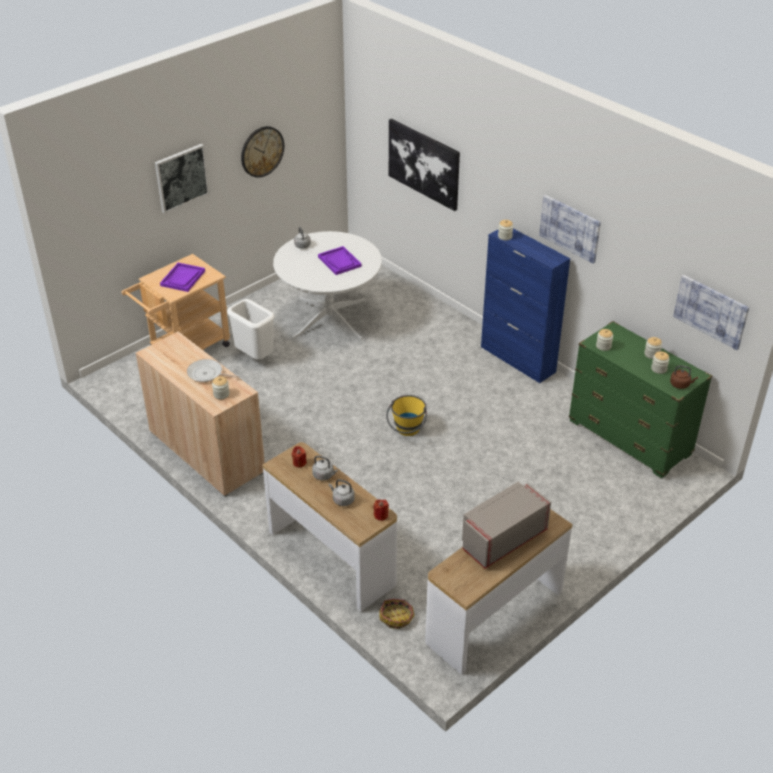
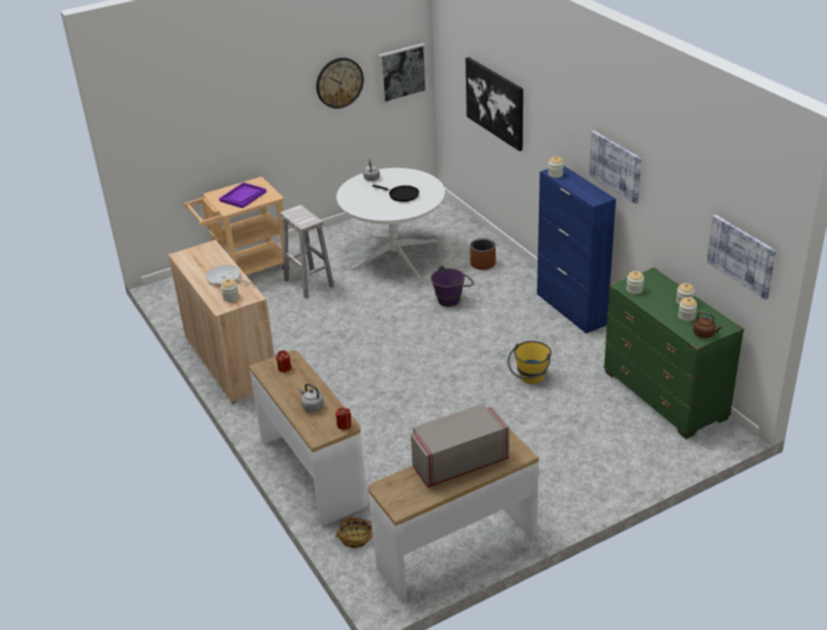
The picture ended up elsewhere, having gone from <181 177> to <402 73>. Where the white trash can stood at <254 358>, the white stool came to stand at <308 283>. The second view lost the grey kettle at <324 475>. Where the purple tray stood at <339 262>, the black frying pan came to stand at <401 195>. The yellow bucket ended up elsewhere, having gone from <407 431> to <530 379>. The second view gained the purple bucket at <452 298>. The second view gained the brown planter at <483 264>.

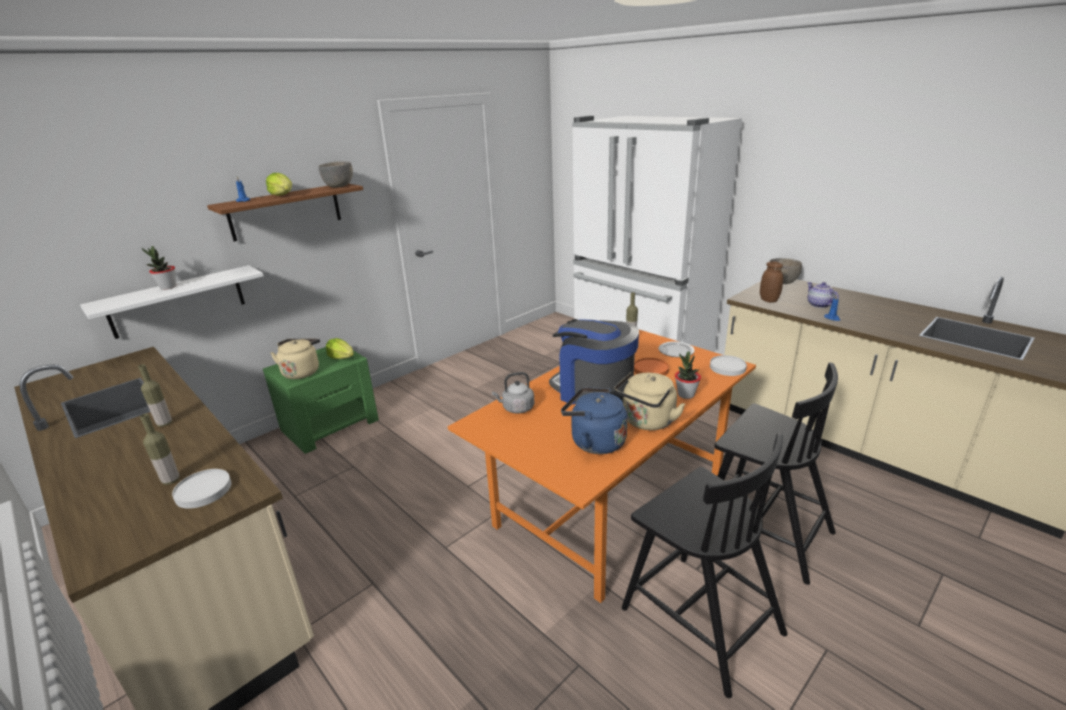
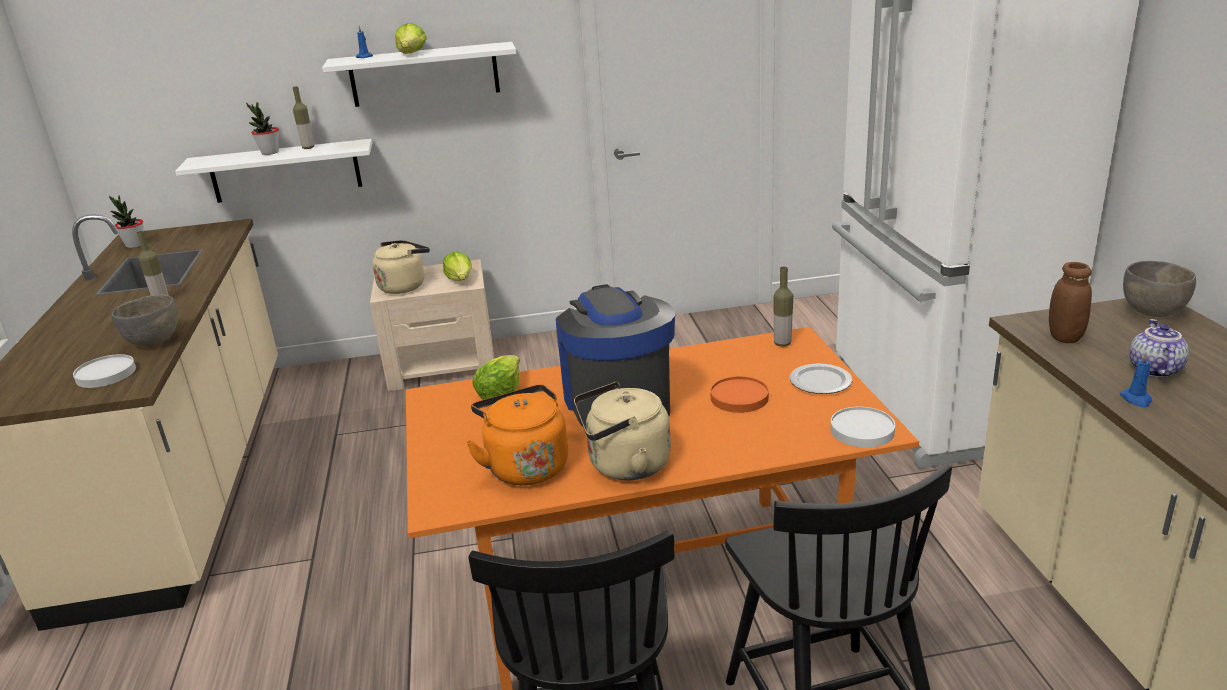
The bottle ended up elsewhere, having gone from <171 480> to <308 148>. What was the brown shelf at <286 211> turned into the white shelf at <424 74>. What was the green nightstand at <330 424> turned into the beige nightstand at <443 365>. The grey bowl ended up elsewhere, having gone from <339 186> to <154 341>. Where the grey kettle stood at <516 408>, the lettuce came to stand at <500 393>. What was the blue kettle at <594 442> turned into the orange kettle at <525 466>. The potted plant ended up elsewhere, having gone from <686 395> to <135 245>.

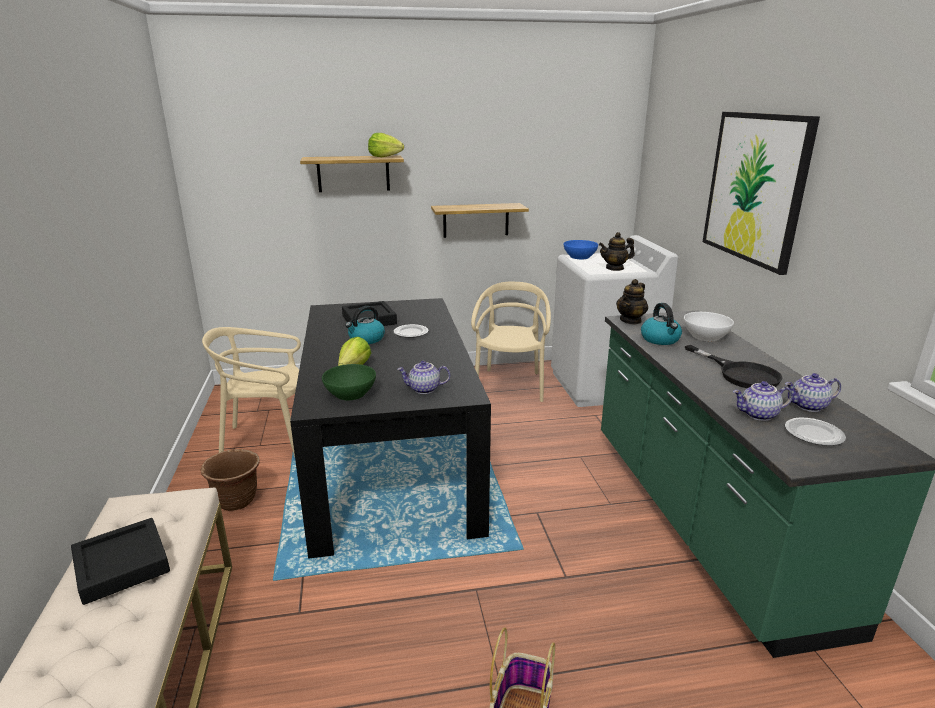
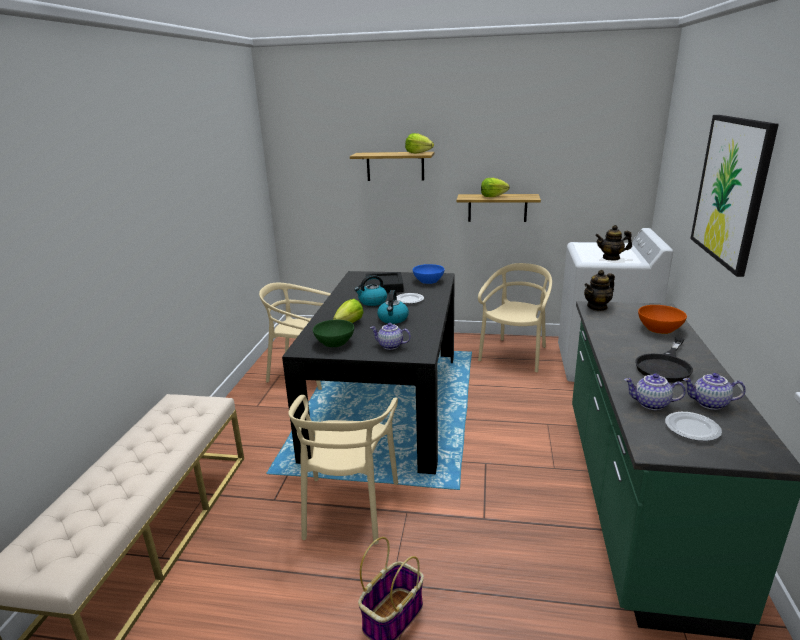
The second view lost the black tray at <122 565>. The second view lost the brown planter at <236 501>. The blue bowl ended up elsewhere, having gone from <580 257> to <428 280>. The kettle ended up elsewhere, having gone from <660 339> to <393 319>. What was the white bowl at <706 336> turned into the orange bowl at <659 328>. The black frying pan at <740 374> ended up facing another way, 45 degrees clockwise from before. The second view gained the beige chair at <348 507>. The second view gained the lettuce at <493 196>.

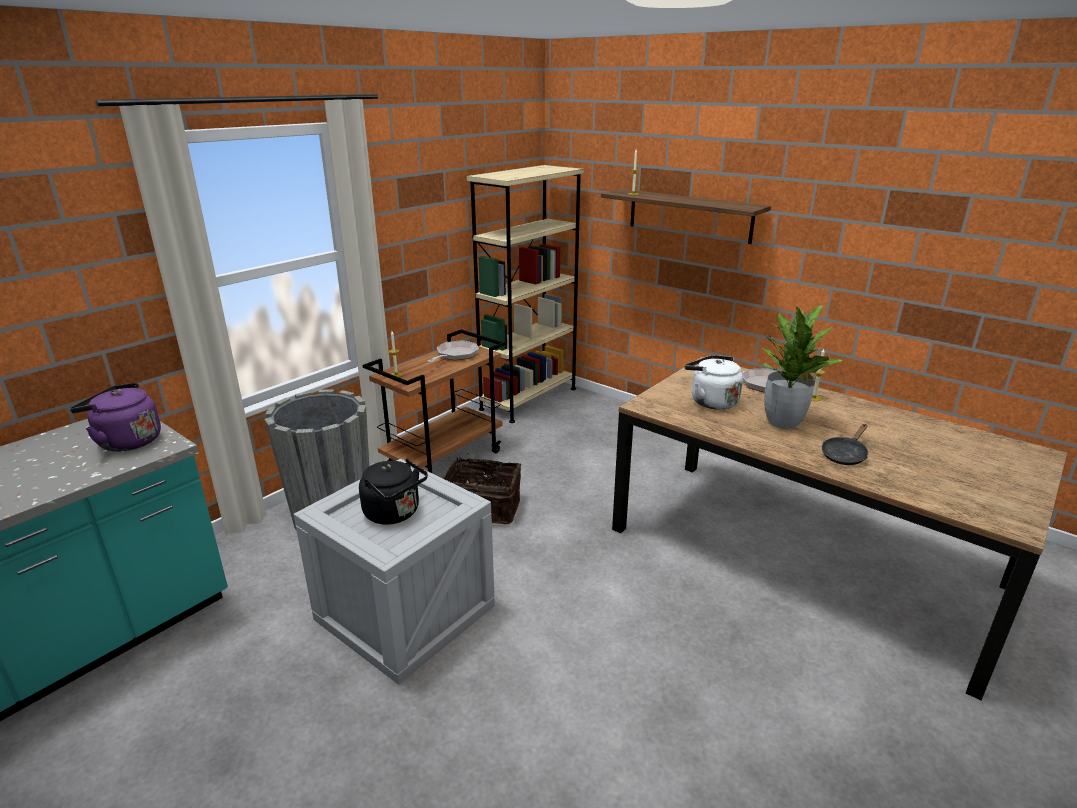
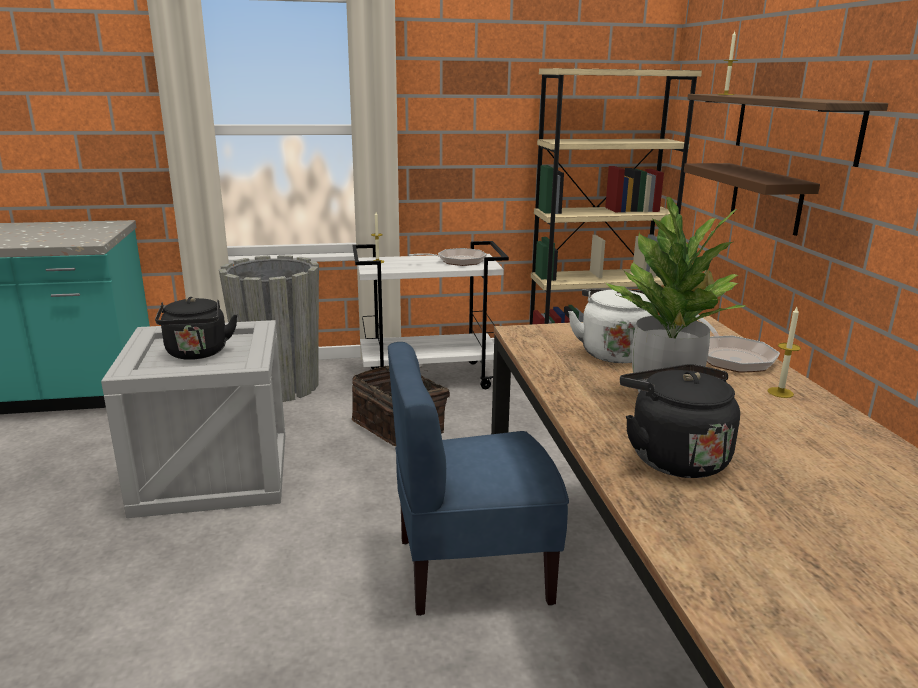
The second view lost the purple kettle at <126 441>. What was the brown cart at <444 460> turned into the white cart at <429 378>. Where the black frying pan stood at <845 455>, the black kettle came to stand at <673 457>. The second view gained the blue chair at <472 569>. The second view gained the brown shelf at <766 198>.

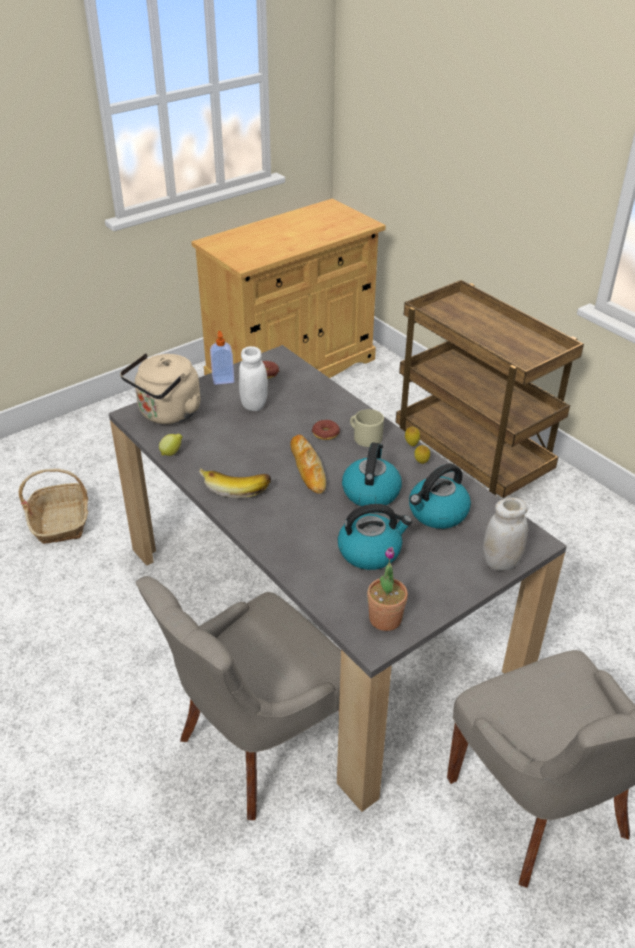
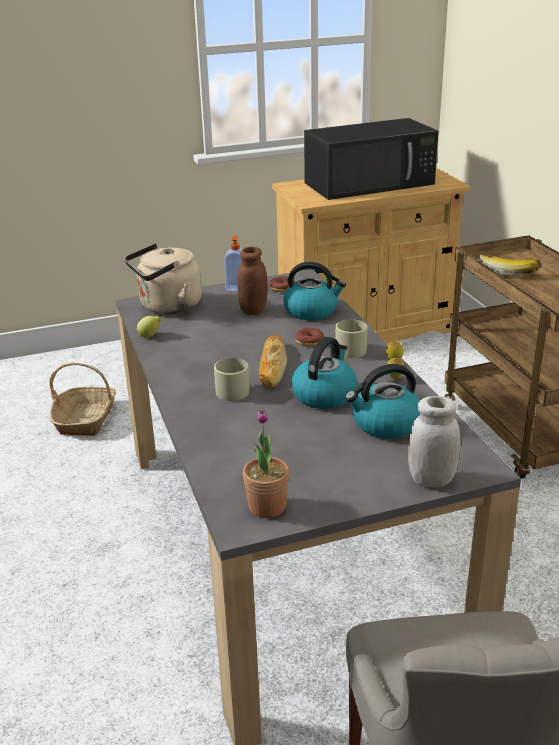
The second view lost the grey chair at <259 745>. The banana ended up elsewhere, having gone from <236 486> to <509 271>. What was the white jar at <254 405> turned into the brown jar at <253 310>. The kettle ended up elsewhere, having gone from <370 551> to <311 311>. The second view gained the beige mug at <235 390>. The second view gained the black microwave at <370 183>.

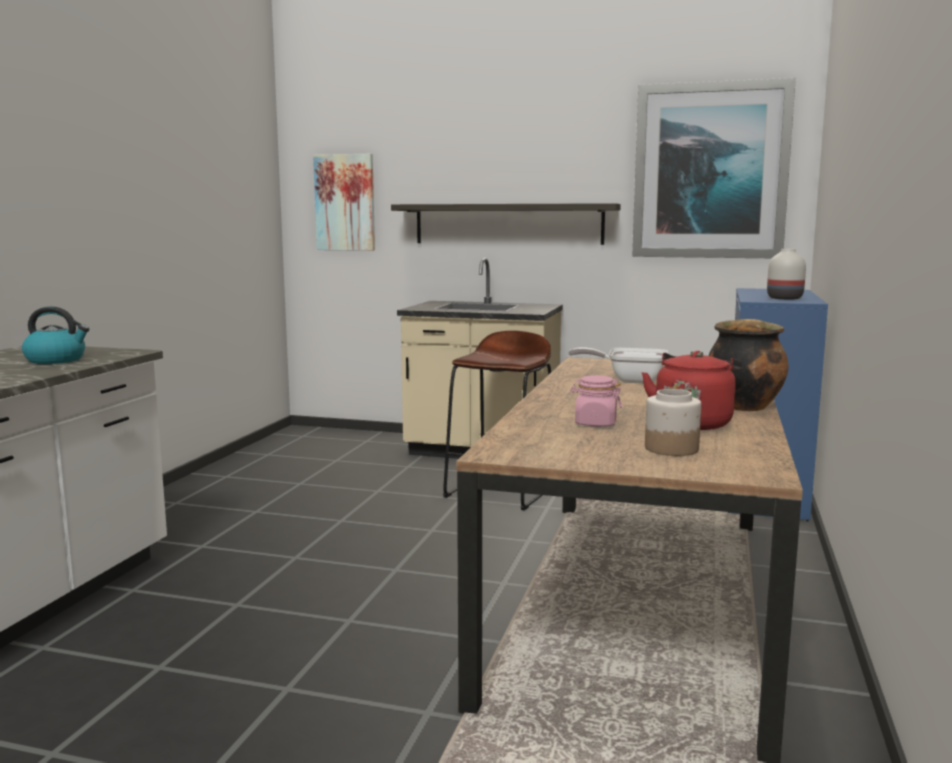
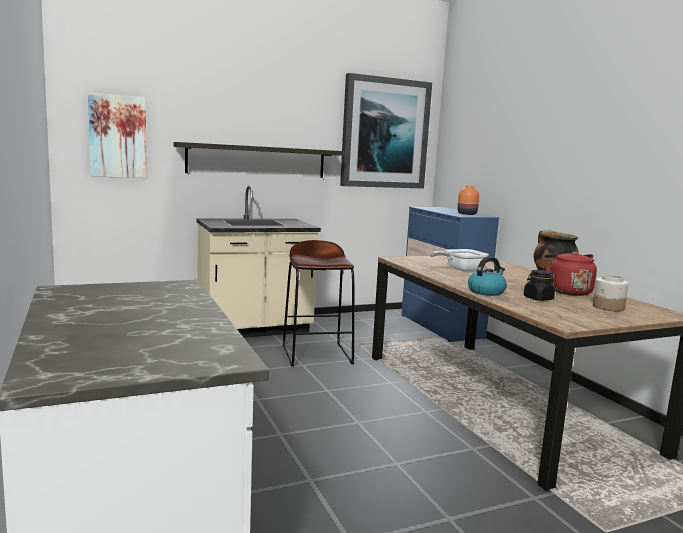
The kettle ended up elsewhere, having gone from <57 360> to <486 292>. What was the pink jar at <595 423> turned into the black jar at <538 298>. What was the white vase at <785 298> turned into the orange vase at <467 214>.

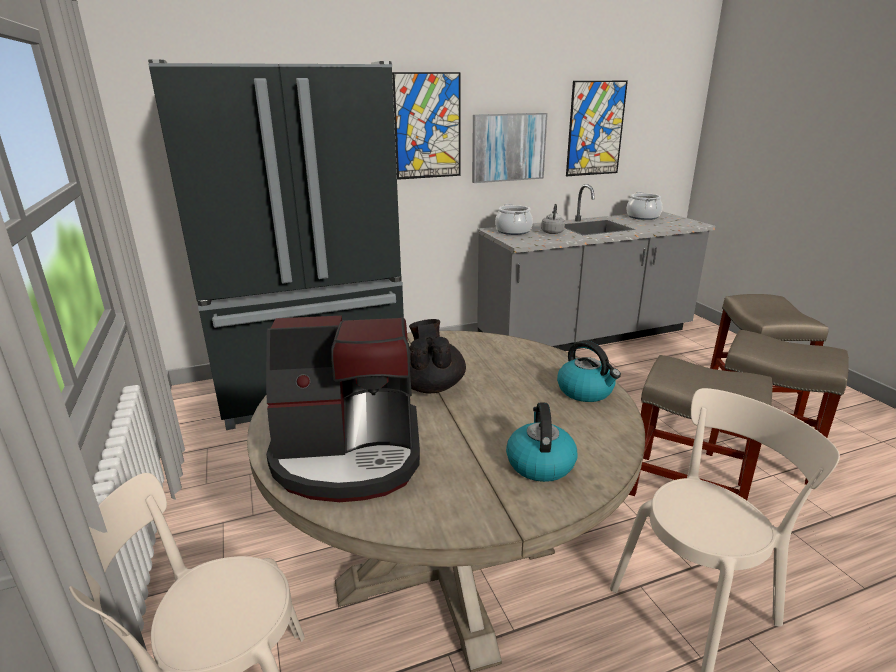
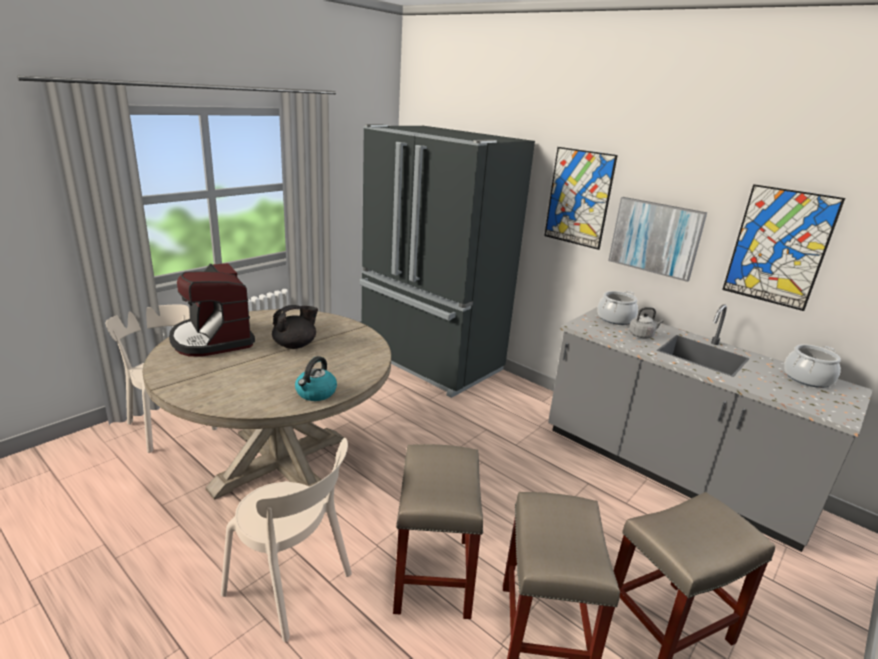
The second view lost the kettle at <539 463>.

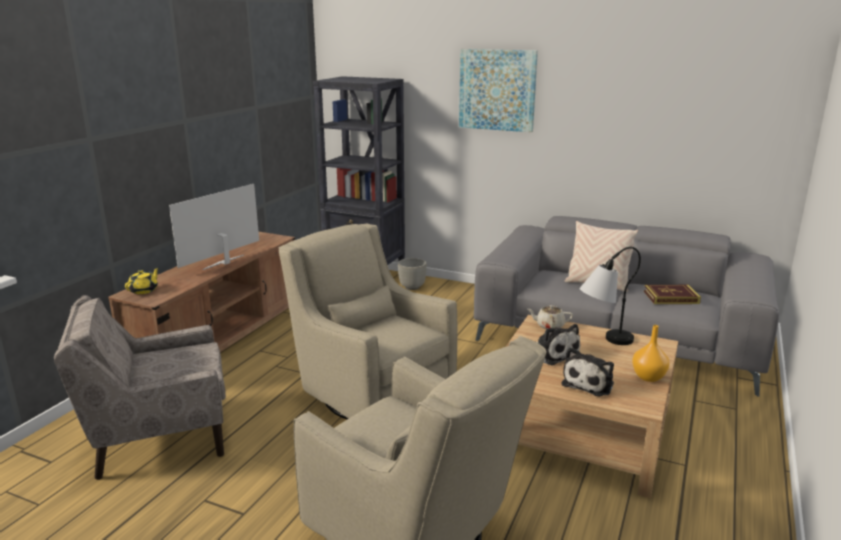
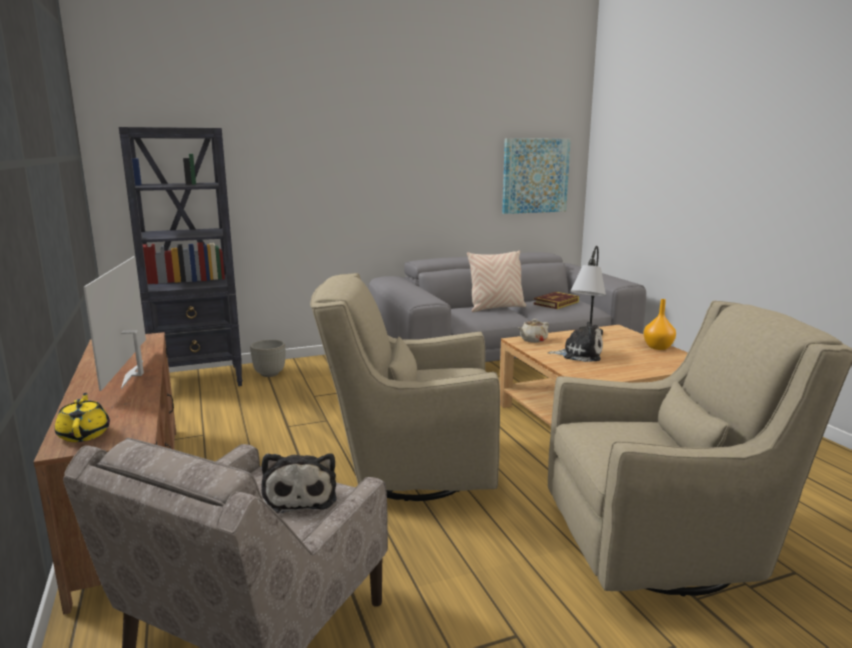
The picture ended up elsewhere, having gone from <497 90> to <535 176>. The plush toy ended up elsewhere, having gone from <589 383> to <300 496>.

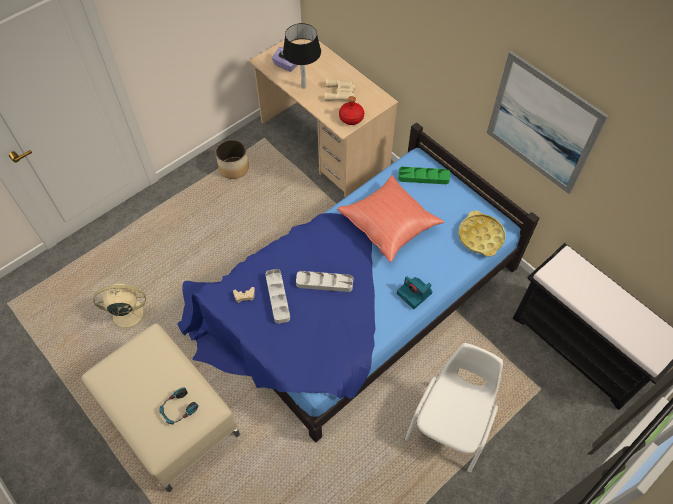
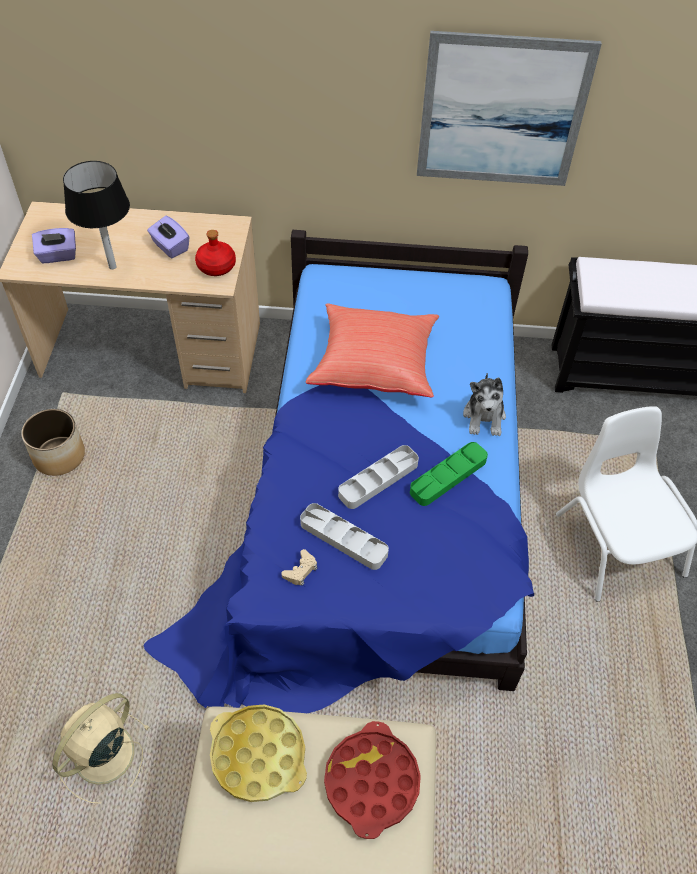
Where the headphones stood at <179 409>, the red tray came to stand at <371 782>. Where the beige binoculars stood at <340 93>, the purple tissue box came to stand at <170 247>. Where the photo camera stood at <415 294>, the plush toy came to stand at <484 416>. The green tray ended up elsewhere, having gone from <423 177> to <448 476>. The yellow tray ended up elsewhere, having gone from <480 236> to <258 755>.

